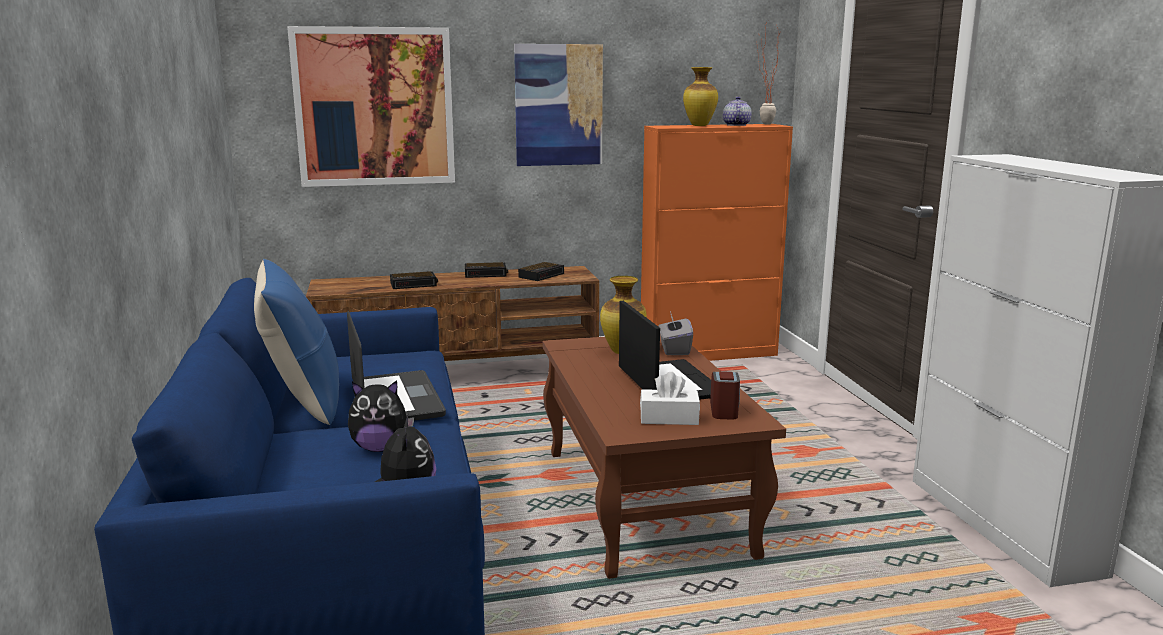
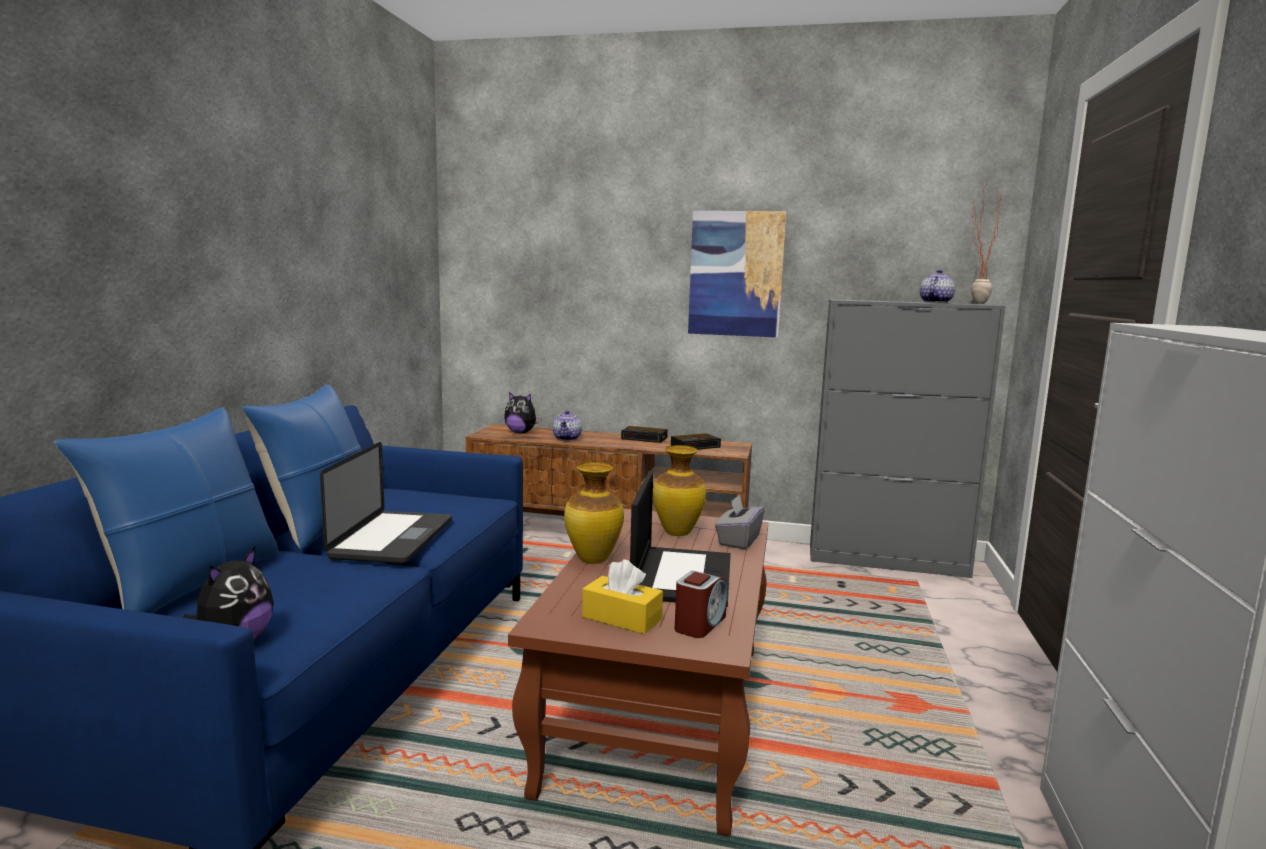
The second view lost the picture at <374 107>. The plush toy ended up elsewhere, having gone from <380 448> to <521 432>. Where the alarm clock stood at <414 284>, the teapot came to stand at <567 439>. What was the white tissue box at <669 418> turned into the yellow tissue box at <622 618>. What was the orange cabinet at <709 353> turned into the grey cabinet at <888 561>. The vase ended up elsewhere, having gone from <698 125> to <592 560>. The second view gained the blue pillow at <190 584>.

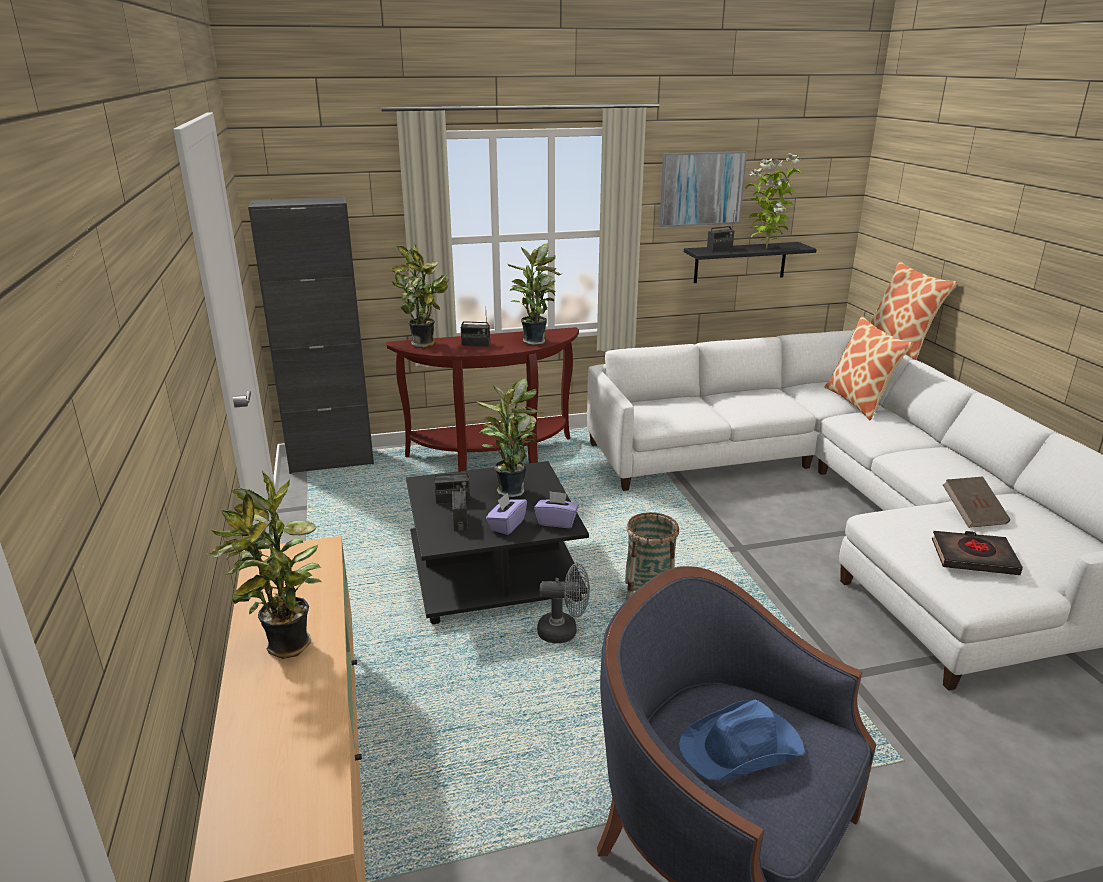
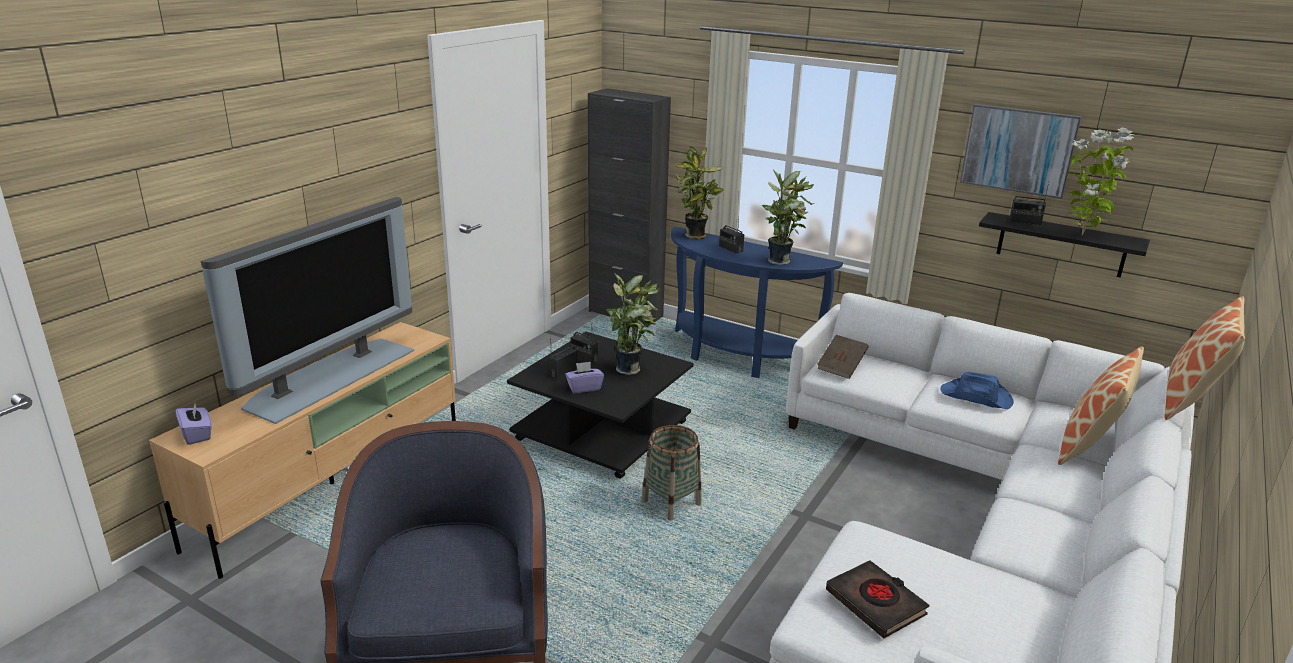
Where the potted plant stood at <286 648>, the television came to stand at <329 376>. What was the brown console table at <492 456> turned into the blue console table at <736 357>. The purple tissue box ended up elsewhere, having gone from <557 522> to <197 434>. The second view lost the grey fan at <564 631>. The blue hat ended up elsewhere, having gone from <742 748> to <976 397>. The brown book ended up elsewhere, having gone from <973 514> to <841 367>.

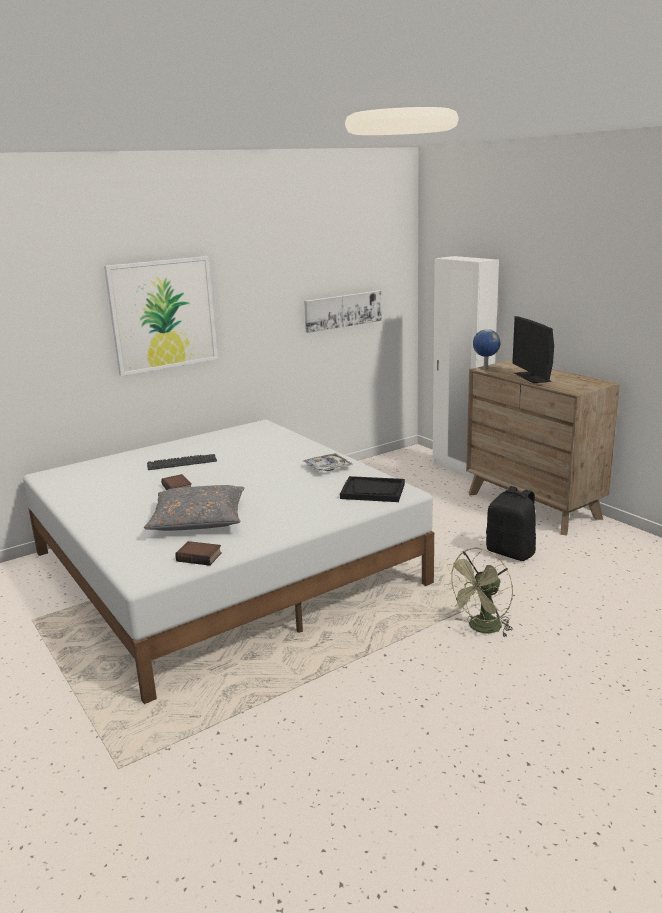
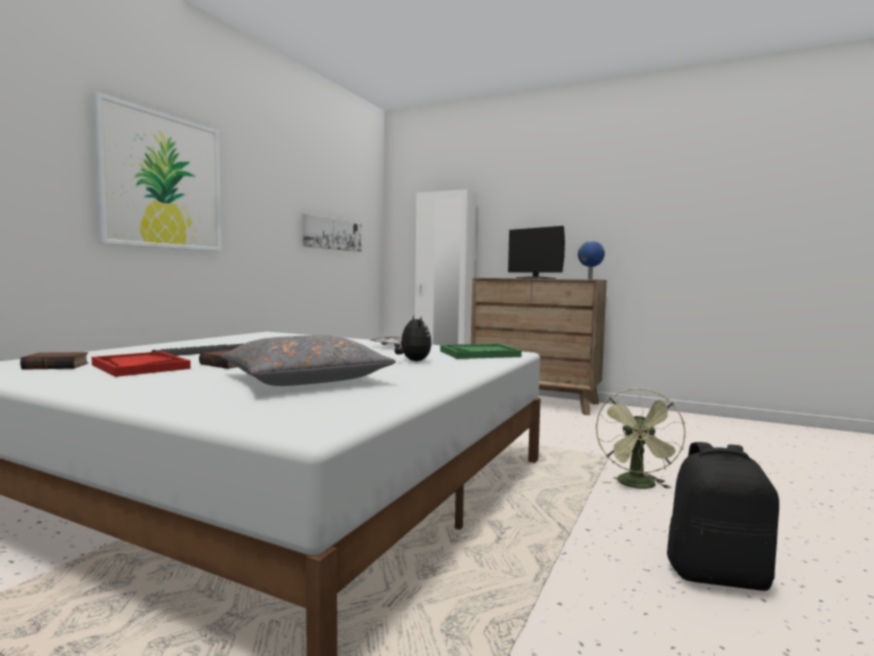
The book ended up elsewhere, having gone from <200 557> to <57 366>. What was the black tray at <373 491> turned into the green tray at <479 354>. The globe ended up elsewhere, having gone from <485 368> to <590 279>. The black backpack ended up elsewhere, having gone from <511 552> to <718 575>. The second view gained the red tray at <140 366>. The second view gained the plush toy at <413 361>.

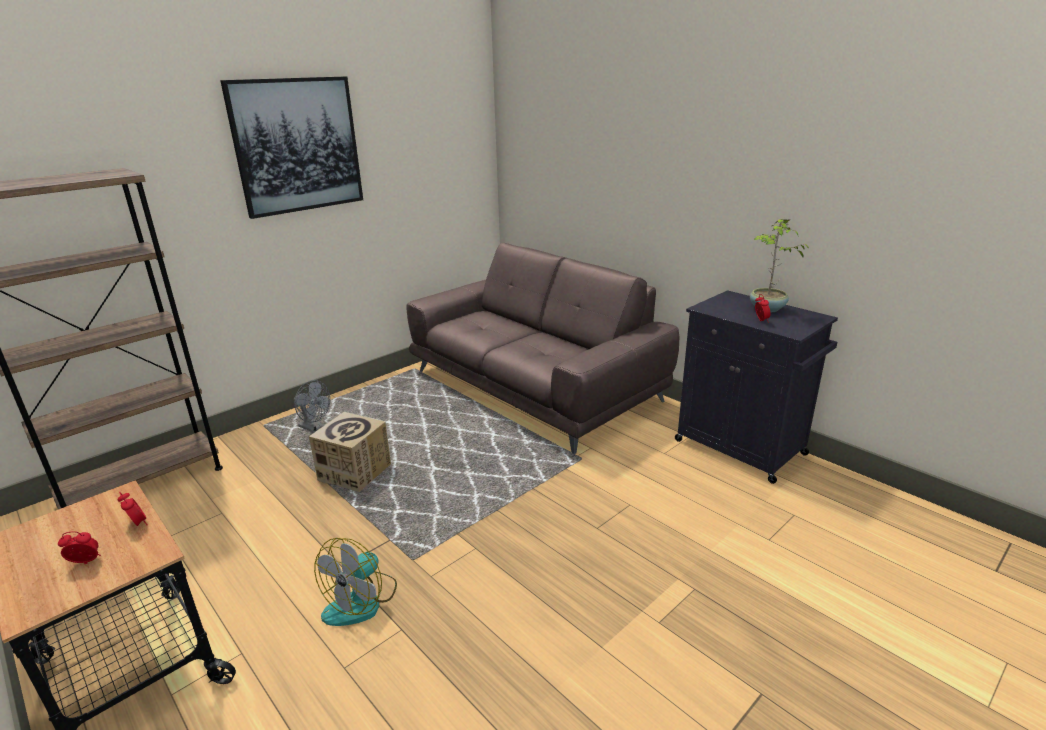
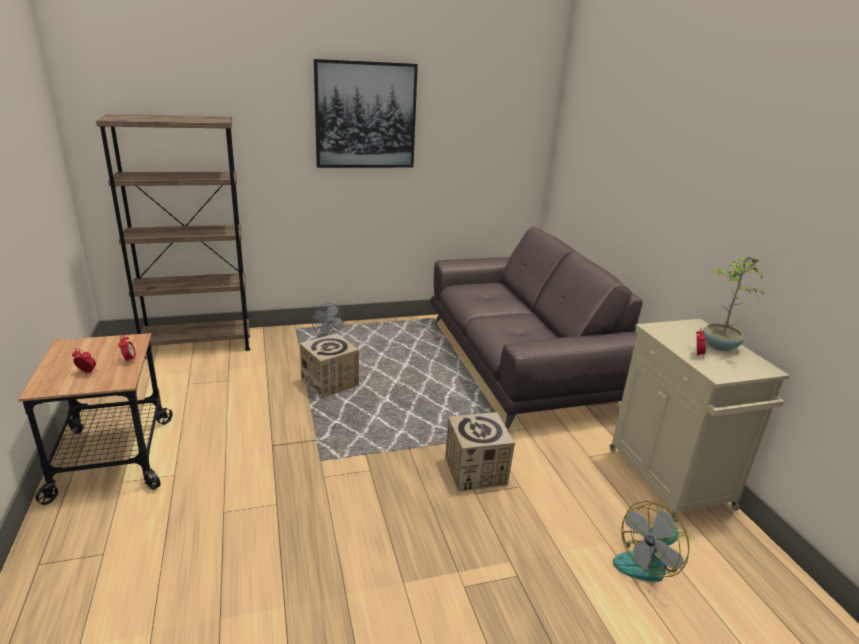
The fan ended up elsewhere, having gone from <361 601> to <647 562>. What was the black cabinet at <742 448> turned into the beige cabinet at <671 480>. The second view gained the cardboard box at <476 471>.

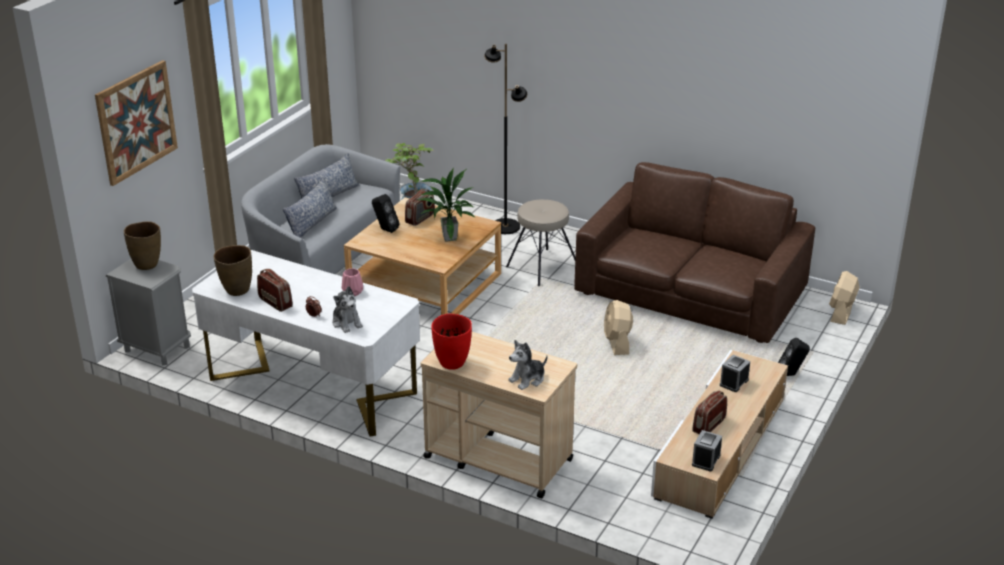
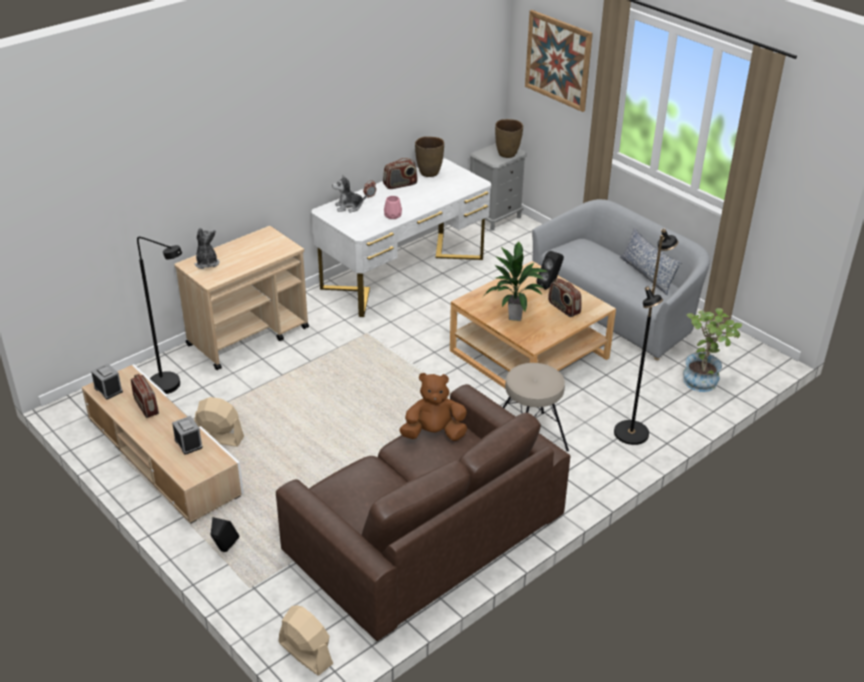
The second view lost the pillow at <311 224>. The second view lost the red vase at <452 363>. The beige fan ended up elsewhere, having gone from <617 342> to <218 437>. The second view gained the black floor lamp at <172 387>. The second view gained the brown plush toy at <434 434>.

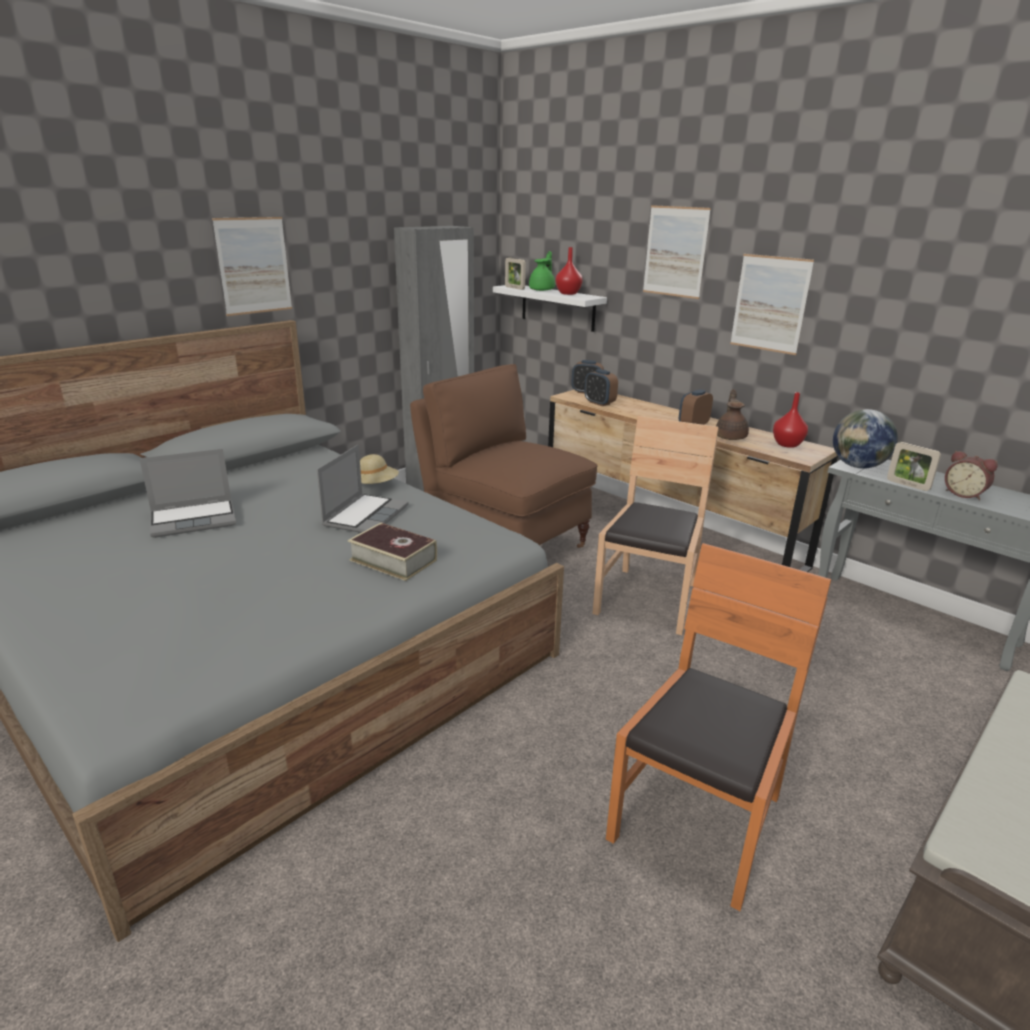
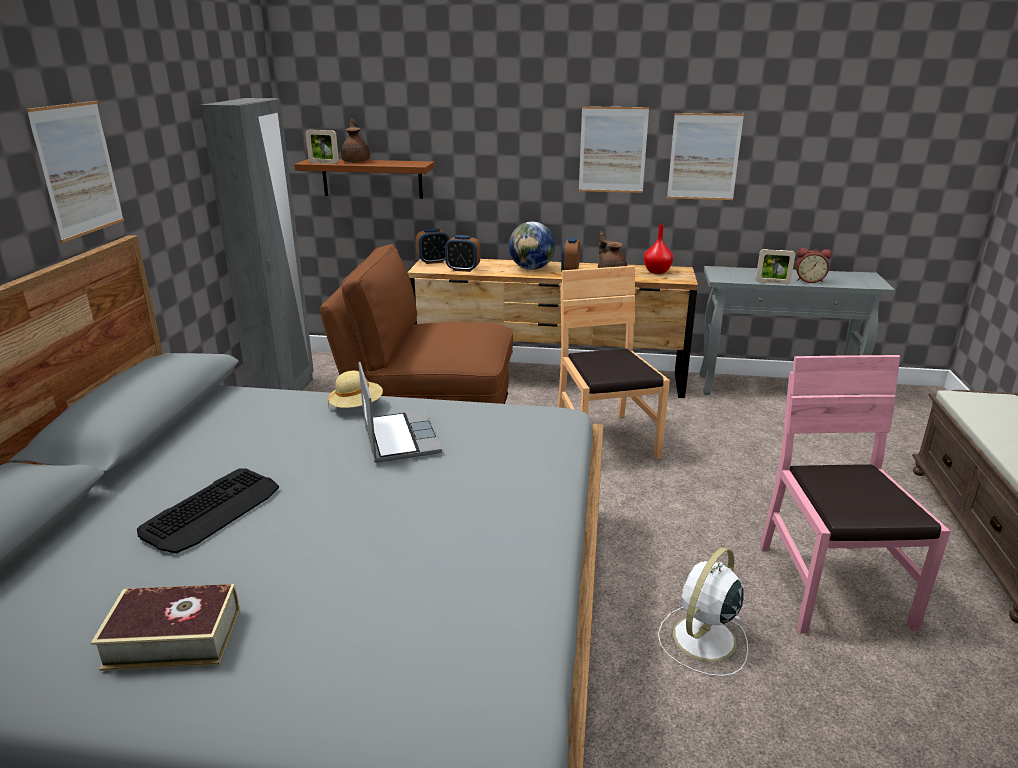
Where the laptop stood at <195 519>, the keyboard came to stand at <212 510>. The book ended up elsewhere, having gone from <393 560> to <173 638>. What was the white shelf at <558 307> turned into the brown shelf at <372 178>. What was the green teapot at <542 290> turned into the brown teapot at <356 161>. The second view lost the red vase at <567 293>. What was the orange chair at <698 820> turned into the pink chair at <831 586>. The picture ended up elsewhere, having gone from <675 252> to <704 157>. The globe ended up elsewhere, having gone from <858 466> to <531 268>. The second view gained the white fan at <702 640>.

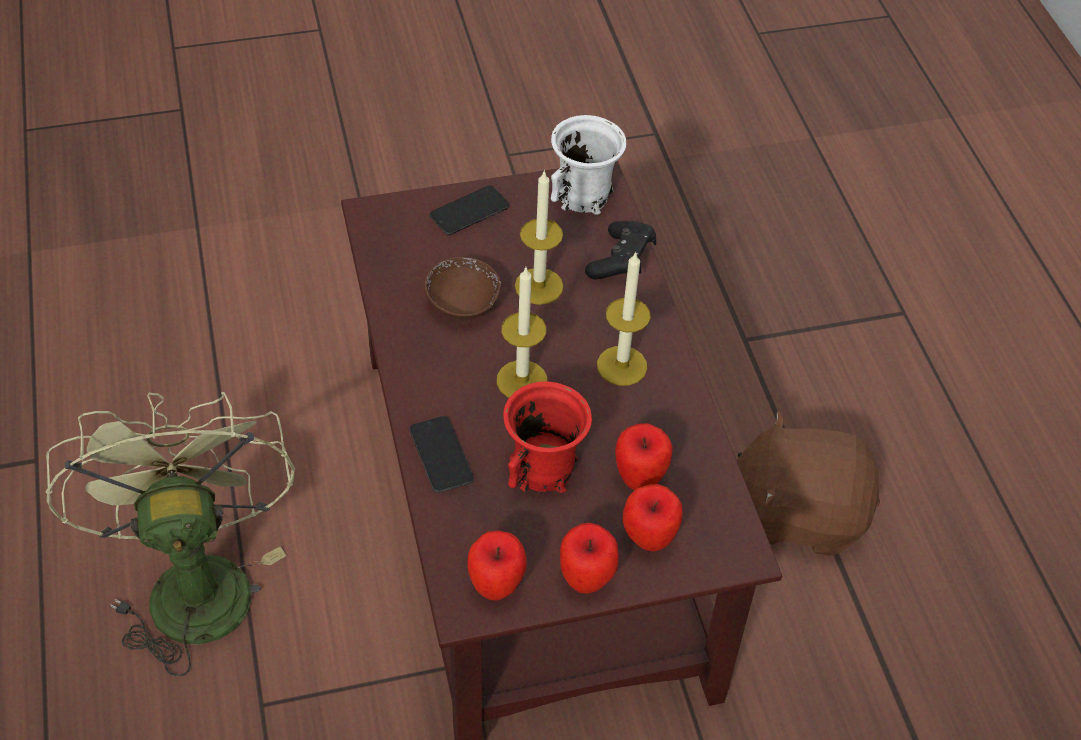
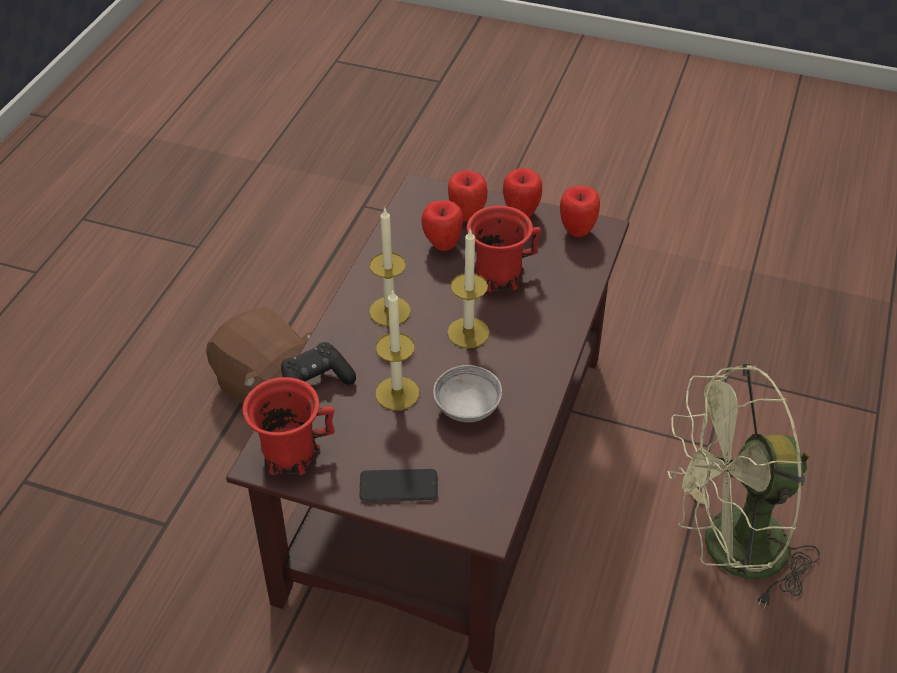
The green fan at <194 580> ended up facing another way, 60 degrees clockwise from before. The second view lost the phone at <441 455>. What was the brown bowl at <463 303> turned into the grey bowl at <467 407>. What was the white mug at <584 196> turned into the red mug at <289 453>.

